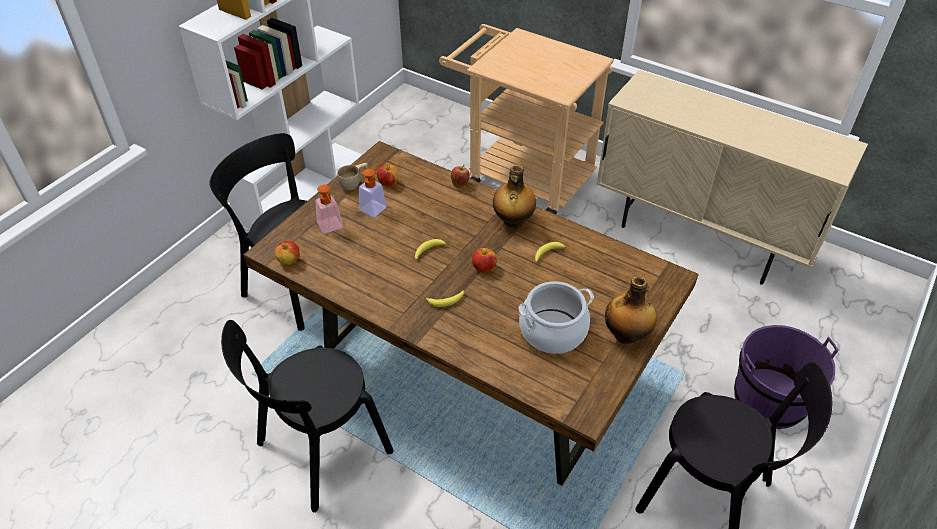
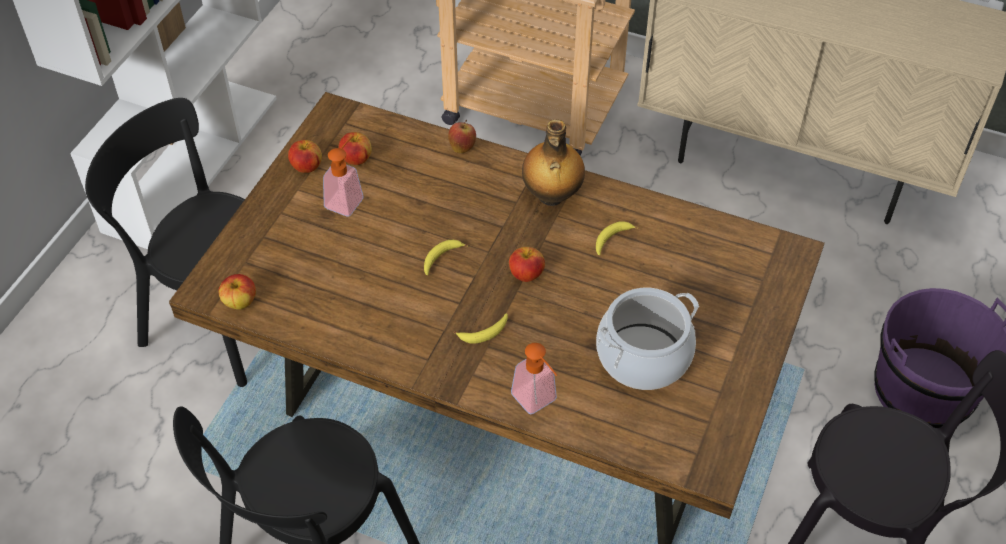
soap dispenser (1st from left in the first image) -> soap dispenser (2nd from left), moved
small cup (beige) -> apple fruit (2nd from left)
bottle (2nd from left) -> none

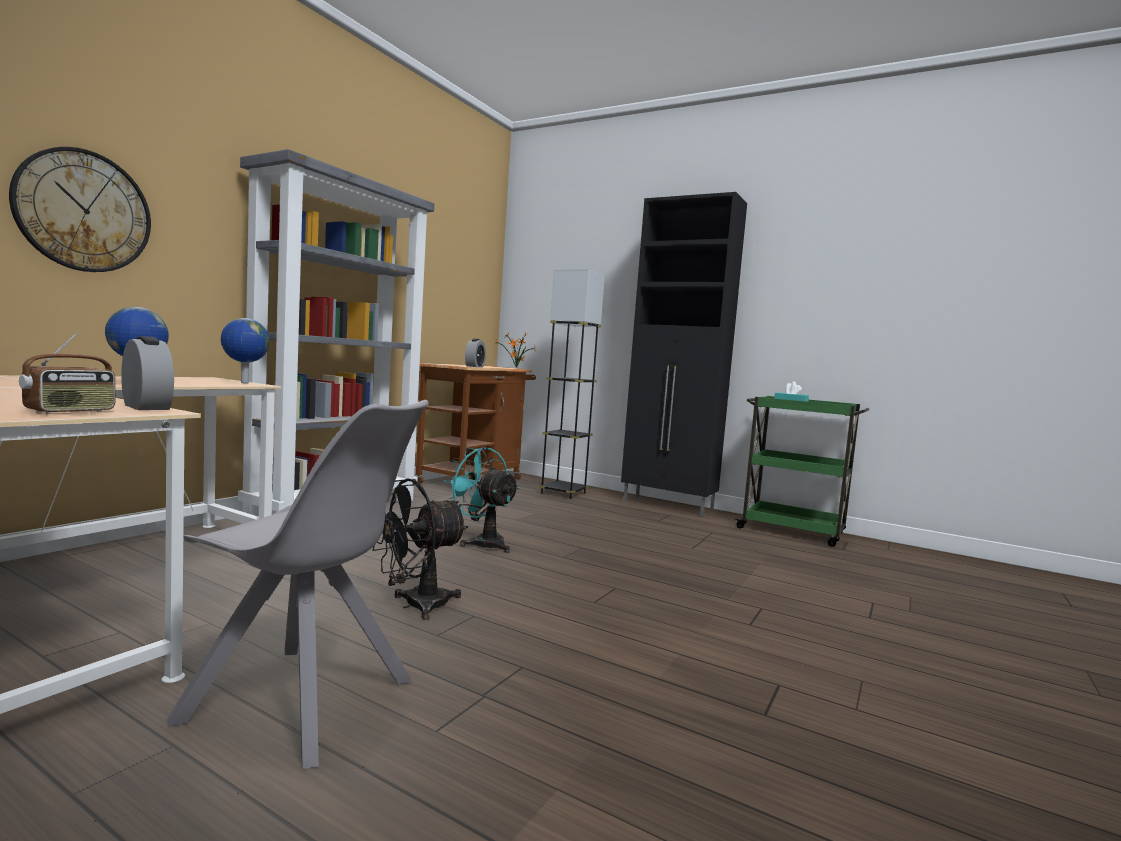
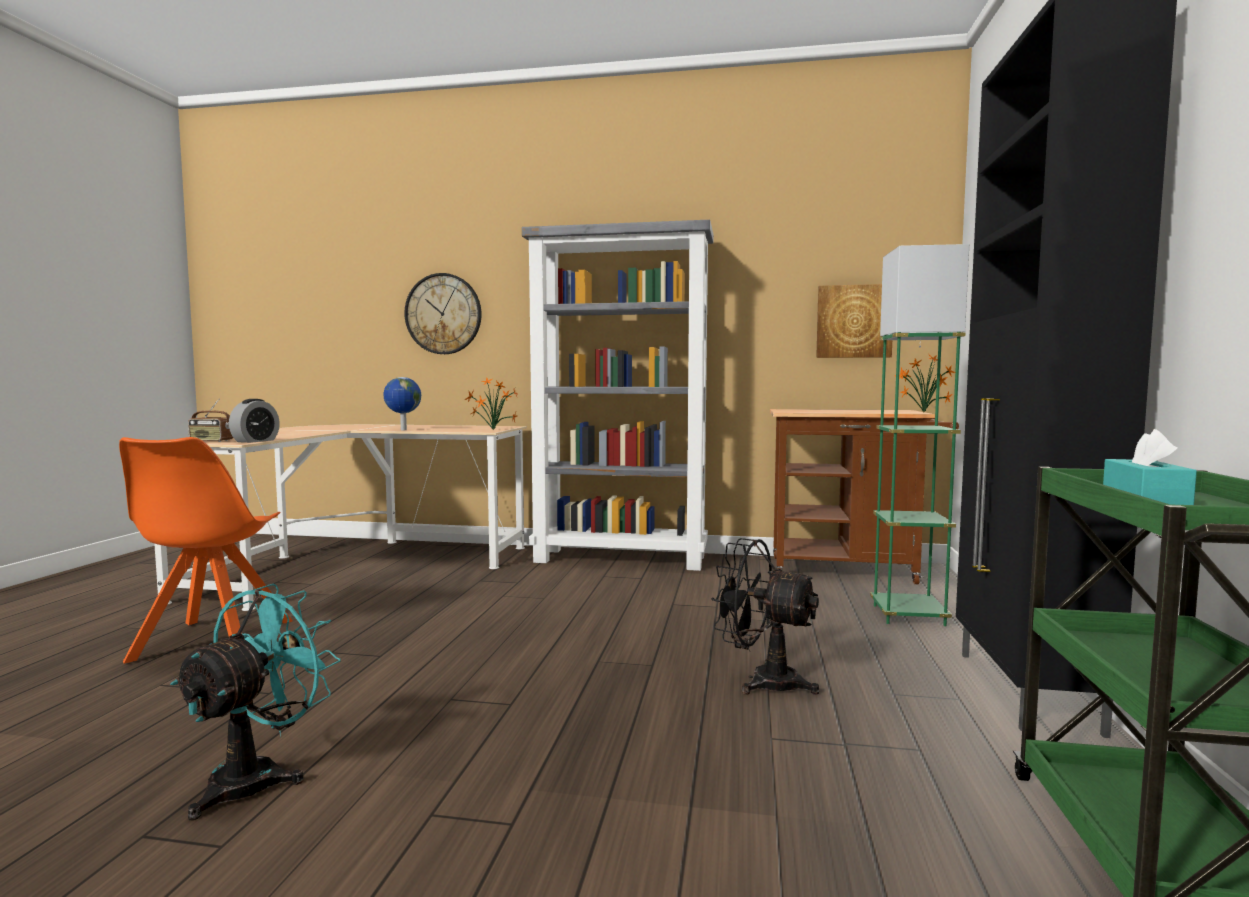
plain chair (grey) -> plain chair (orange-coloured)
globe (2nd from left) -> houseplant (1st from left)
electric fan (black), moved
electric fan (blue-green), moved
bedside clock (2nd from left) -> none
standing lamp (grey) -> standing lamp (green)
none -> wall picture

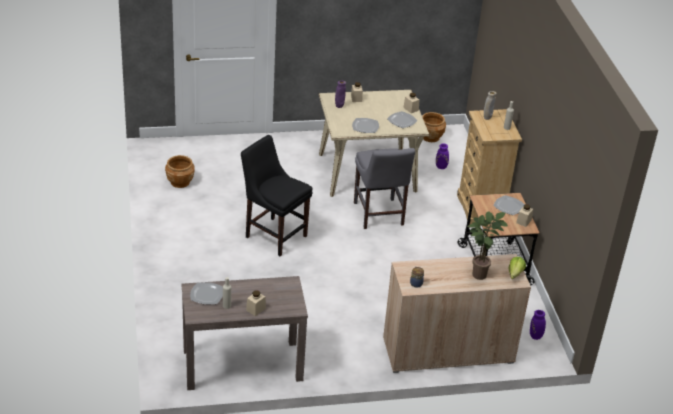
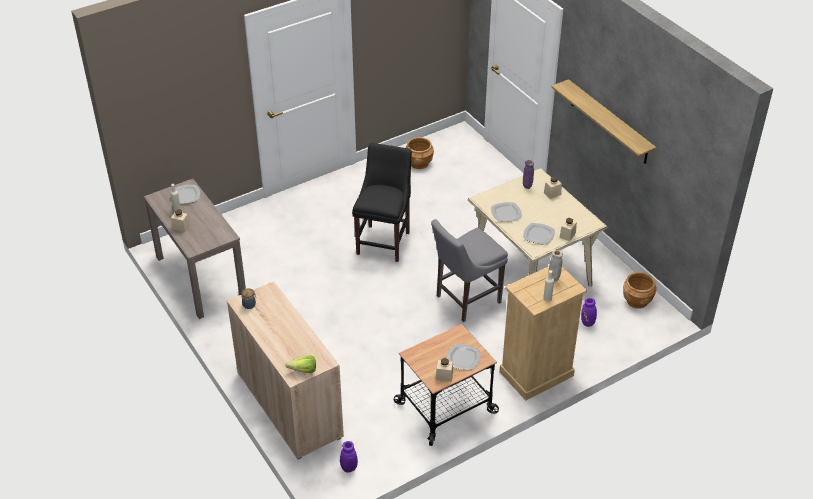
houseplant -> none
none -> shelf

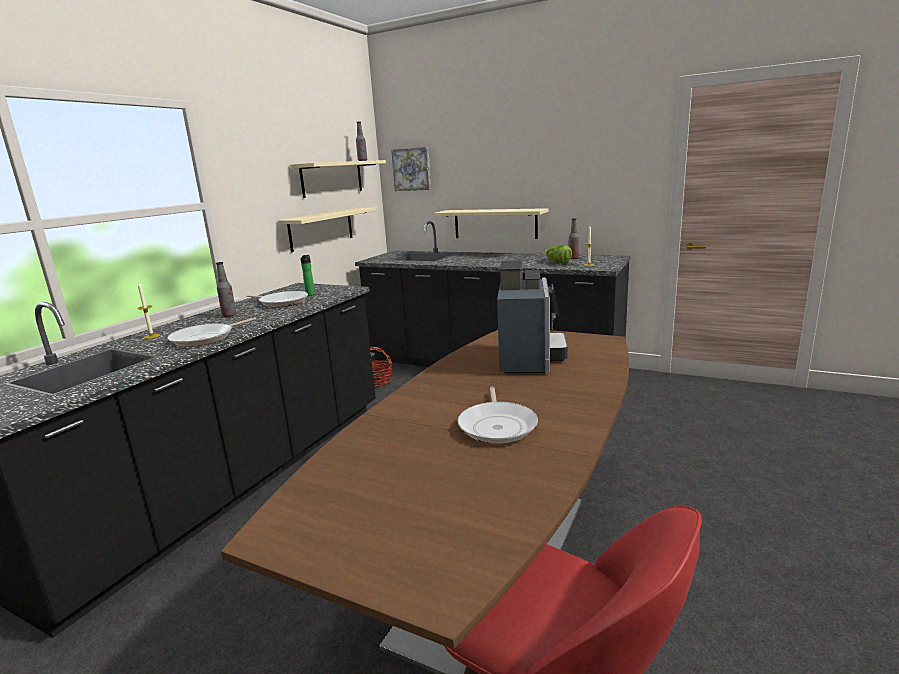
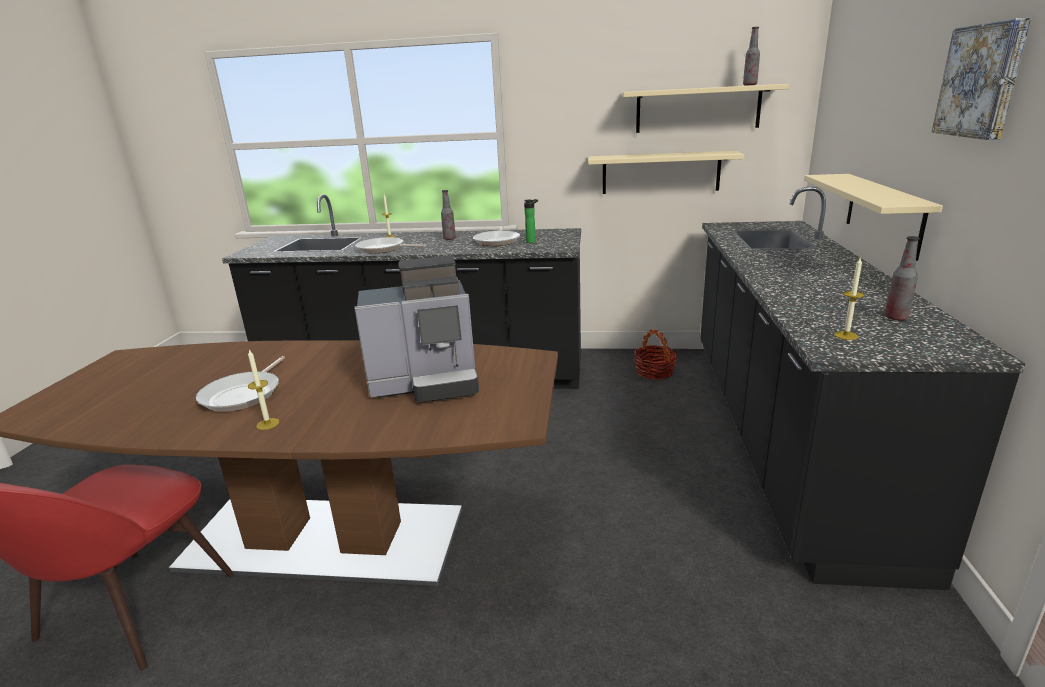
wall picture, moved
pan (3rd from left in the first image) -> pan (1st from left), 60 degrees counterclockwise
lettuce head -> none
none -> candle (1st from left)

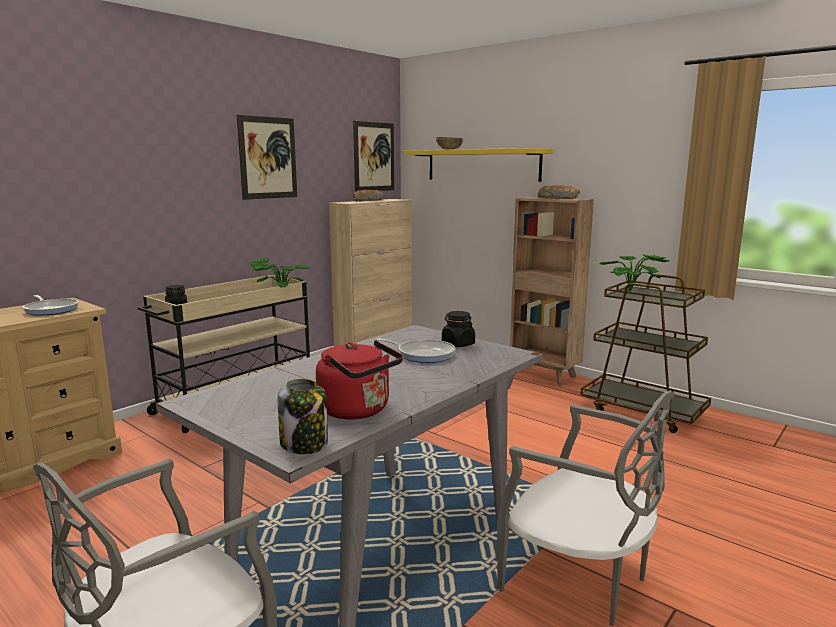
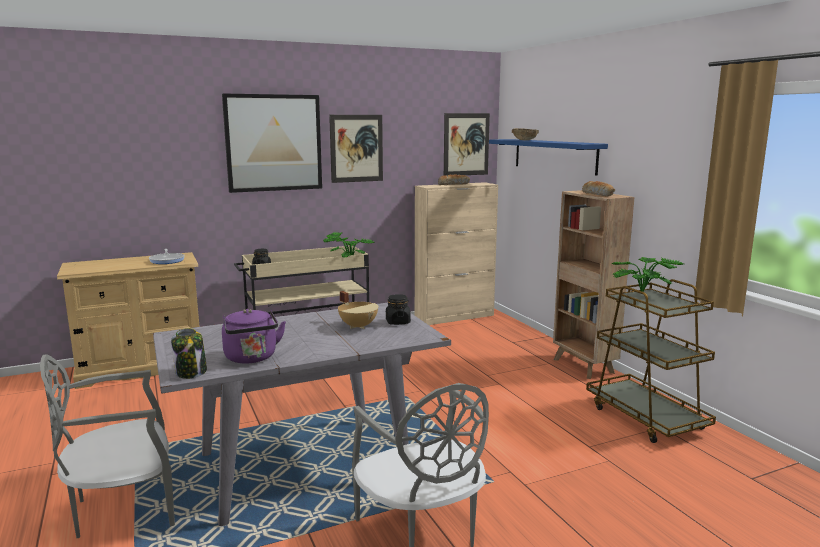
water kettle (red-coloured) -> water kettle (purple-coloured)
pan (2nd from left) -> cooking pot (beige)
shelf (yellow) -> shelf (bluish)
none -> wall picture (1st from left)

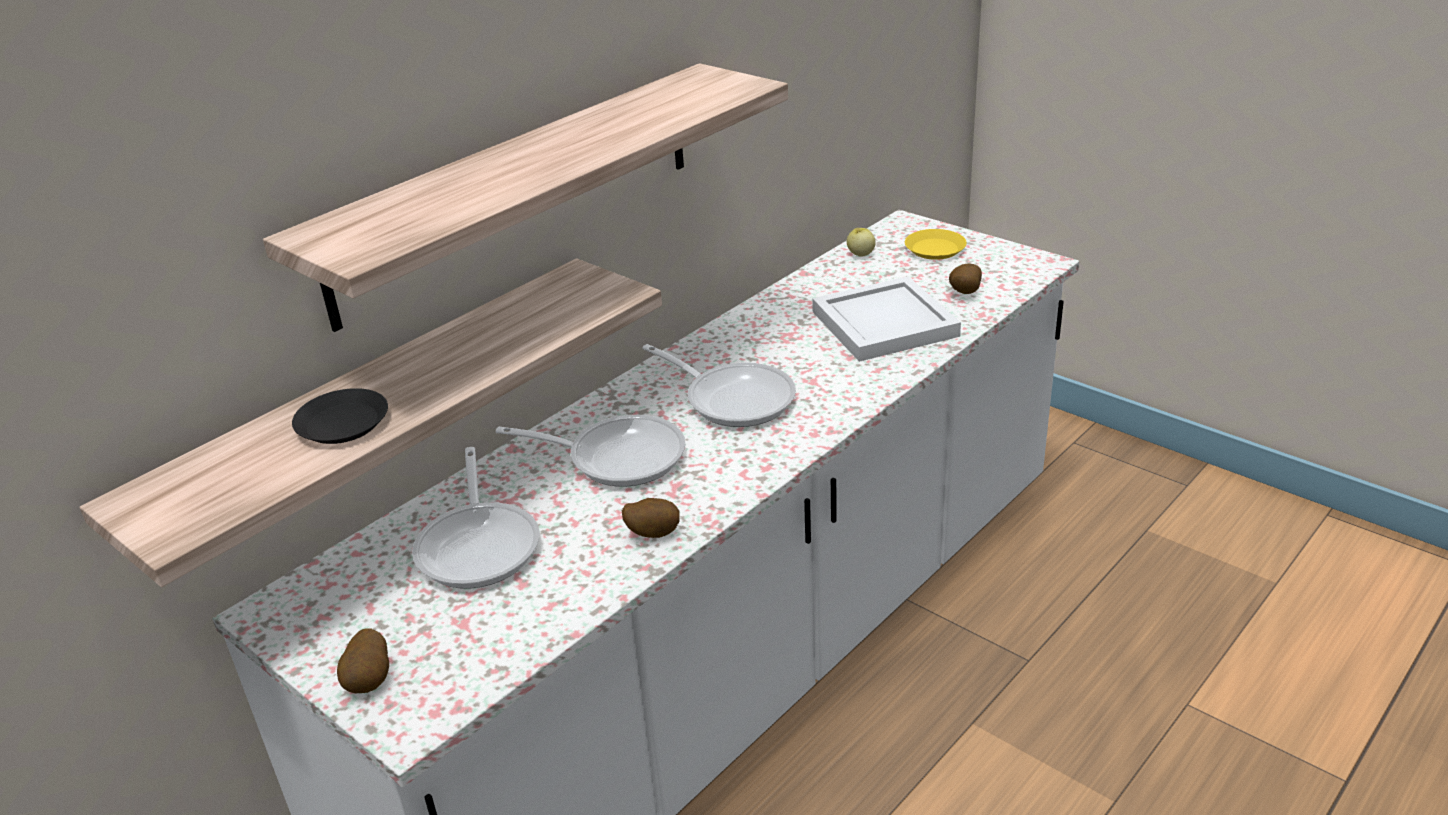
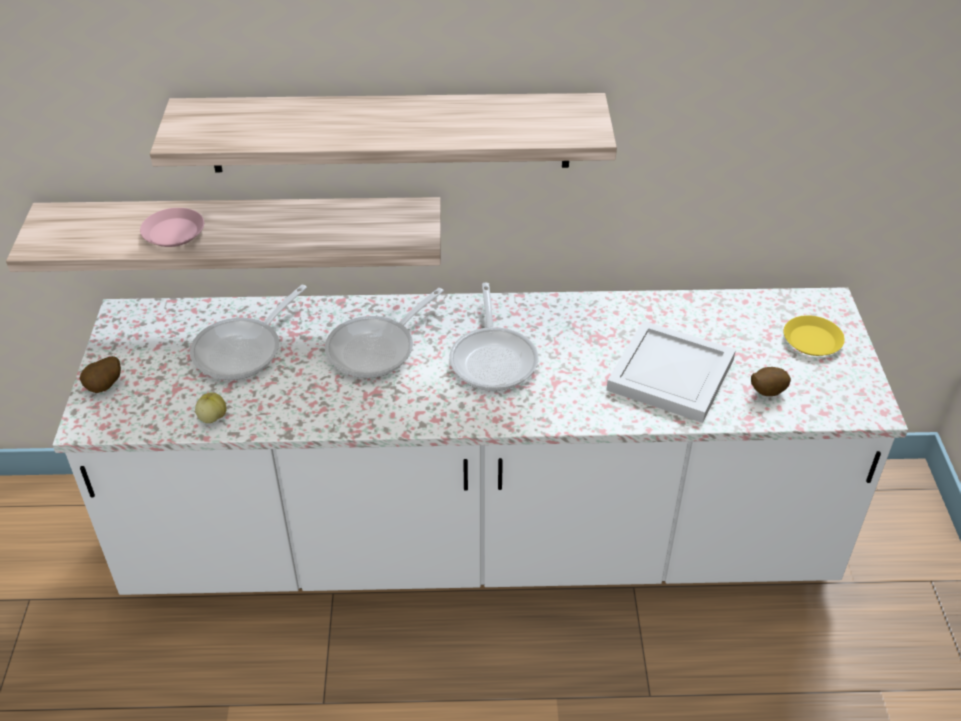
dinner plate (black) -> dinner plate (pinkish)
pan (2nd from left), 75 degrees clockwise
potato (2nd from left) -> none
apple fruit, moved

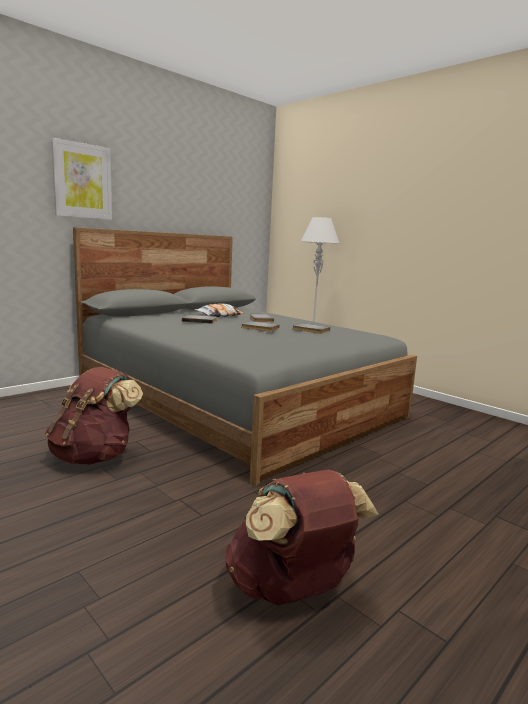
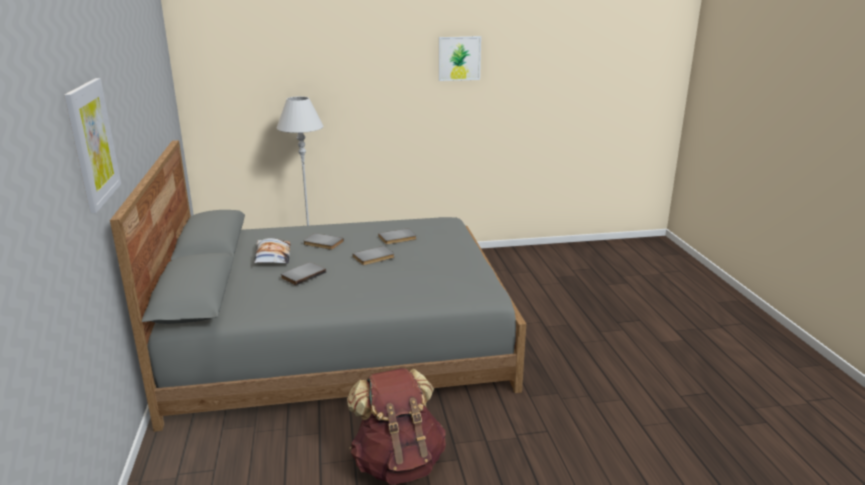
rucksack (brown) (2nd from left) -> none
none -> wall picture (2nd from left)

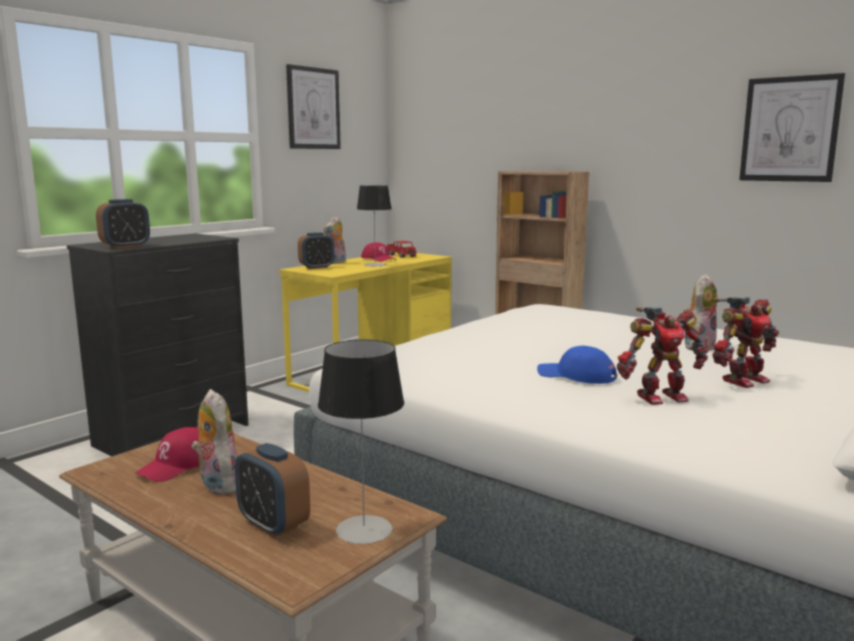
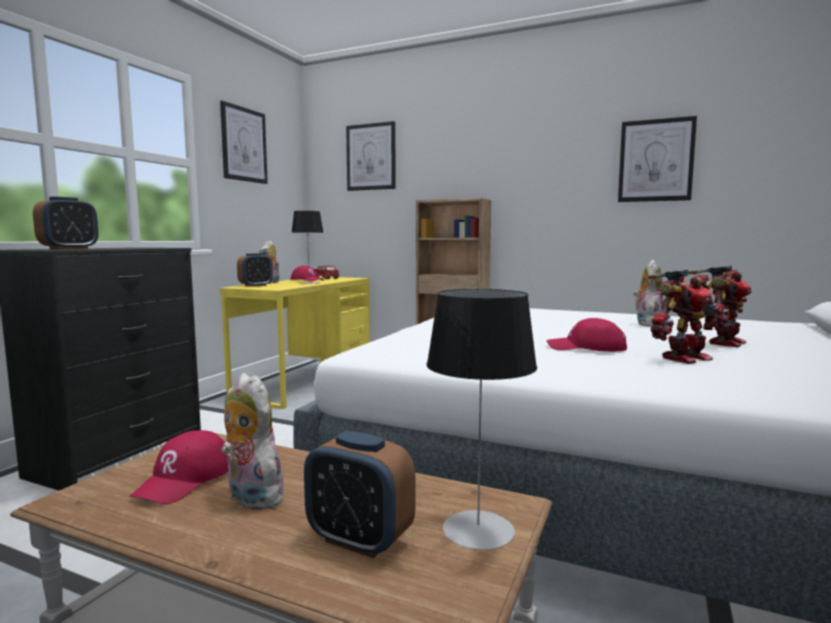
peaked cap (bluish) -> peaked cap (red-coloured) (3rd from left)
none -> wall picture (2nd from left)

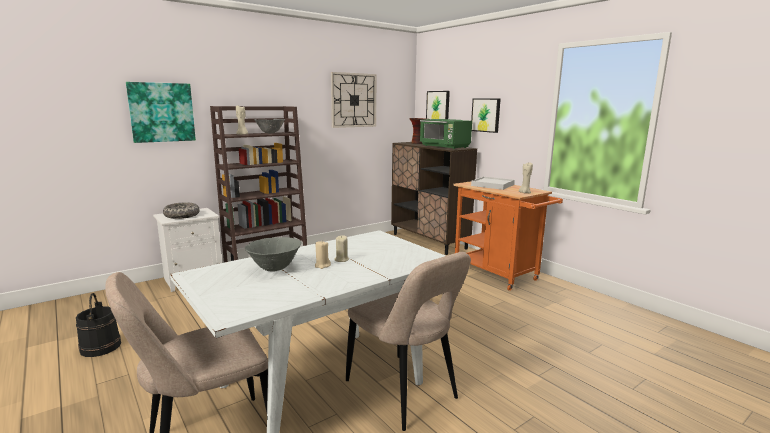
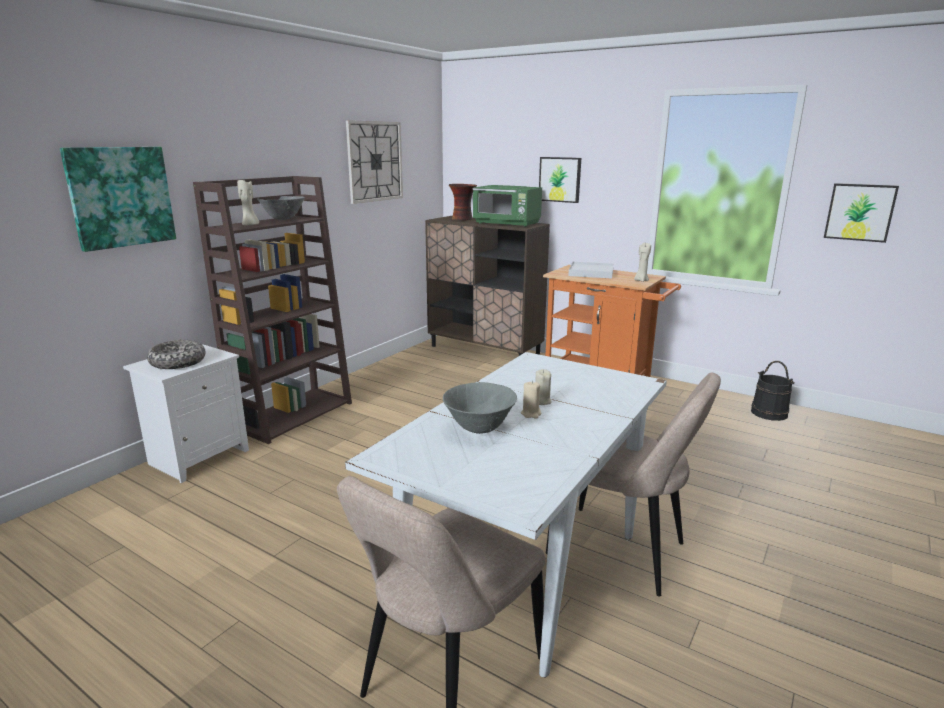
bucket (black), moved
wall picture (2nd from left in the first image) -> wall picture (3rd from left), moved

